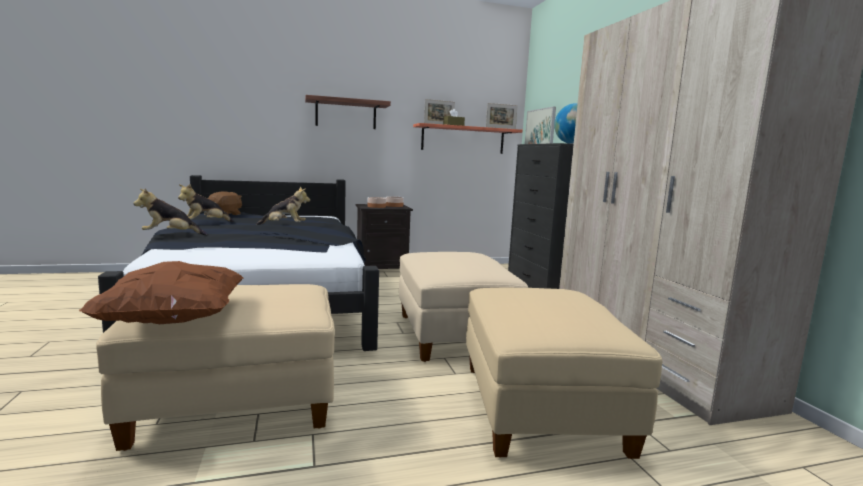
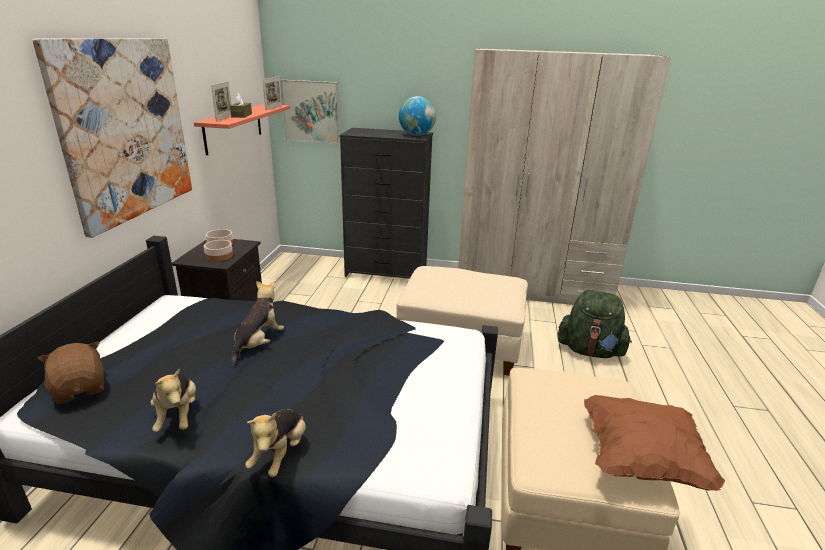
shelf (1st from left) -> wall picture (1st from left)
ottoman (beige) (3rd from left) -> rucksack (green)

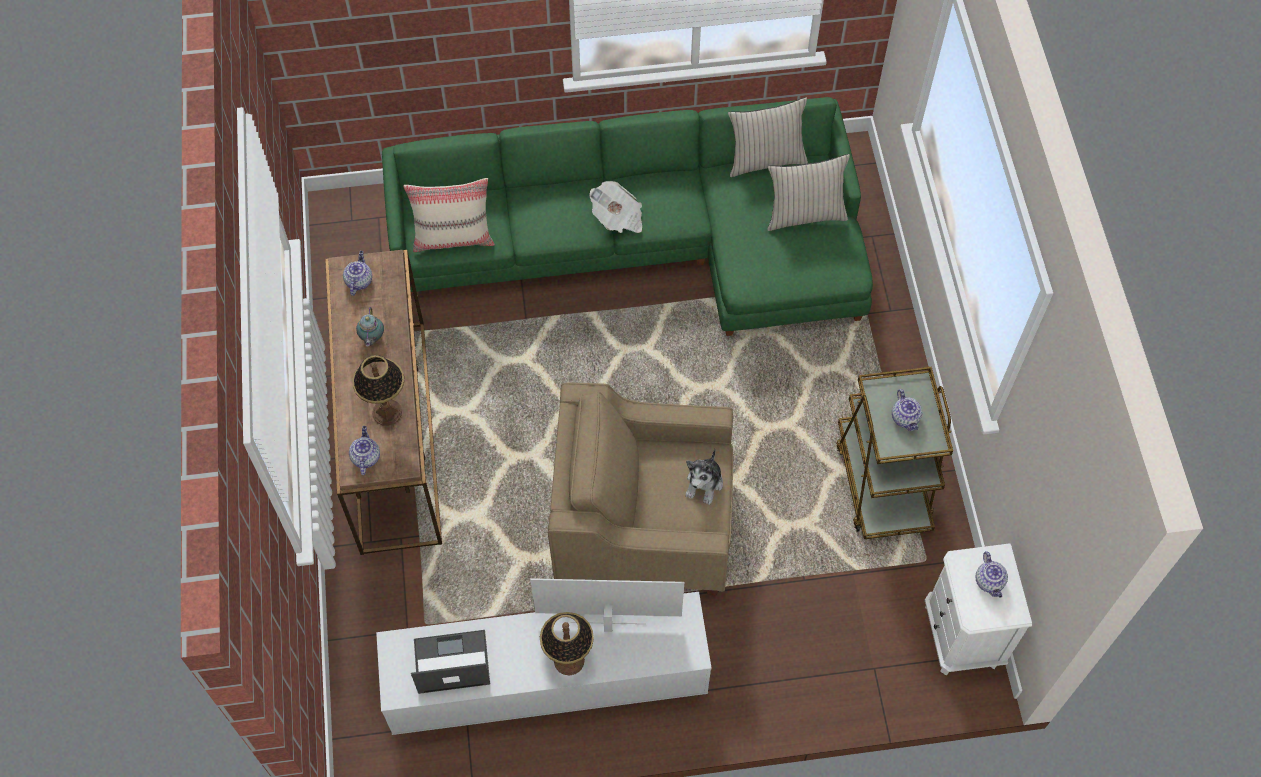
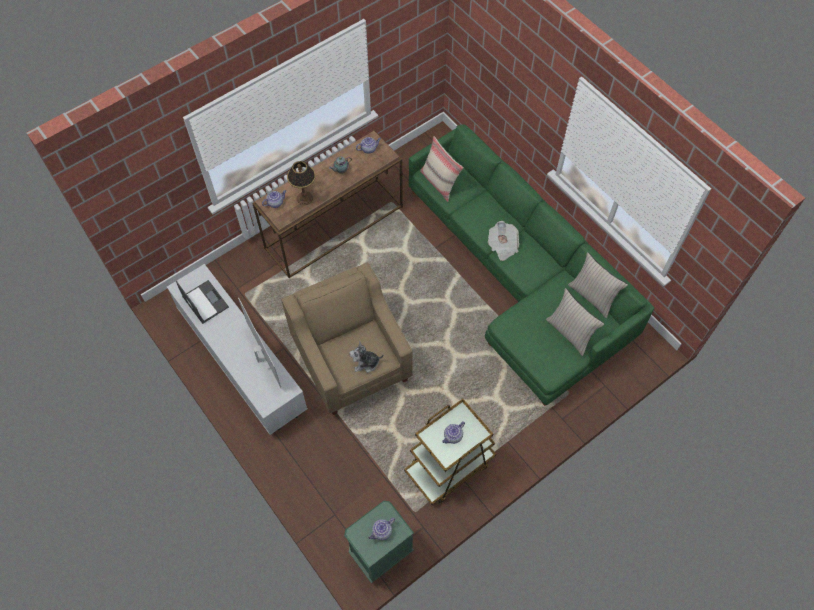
tabletop lamp (2nd from left) -> none
nightstand (white) -> nightstand (green)

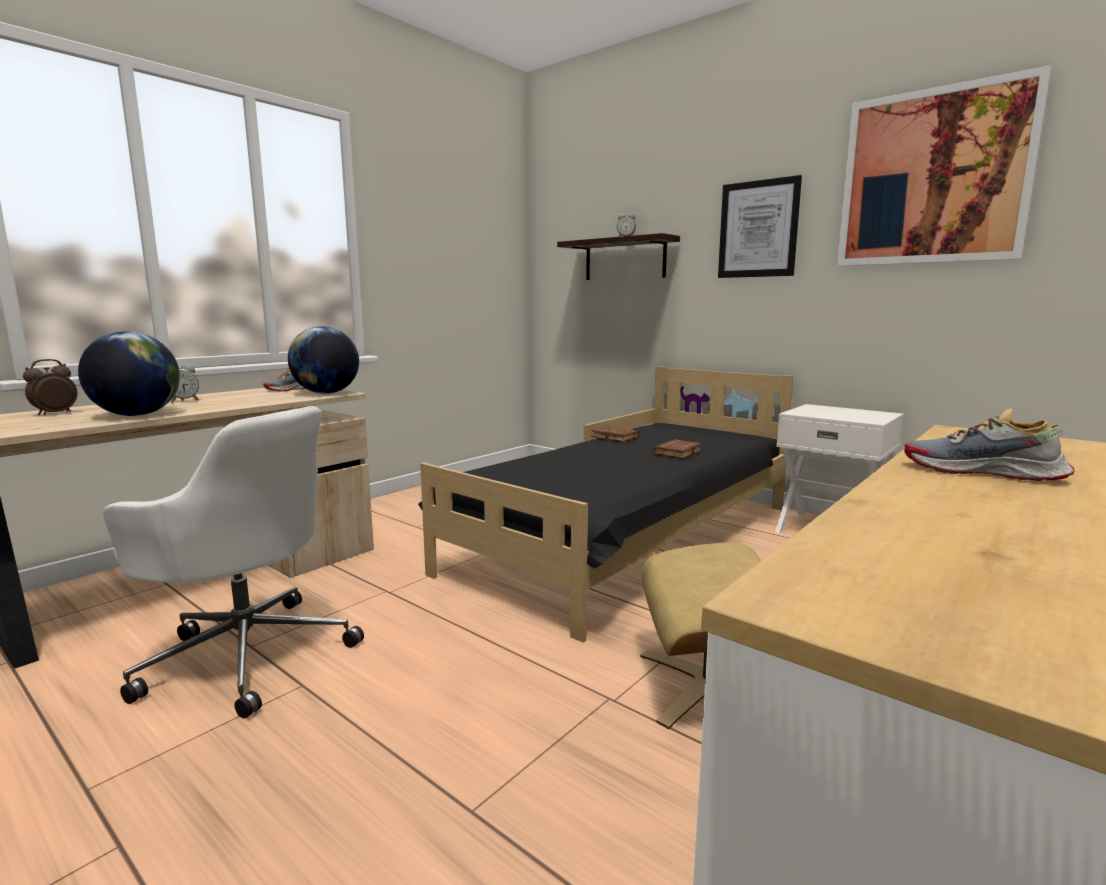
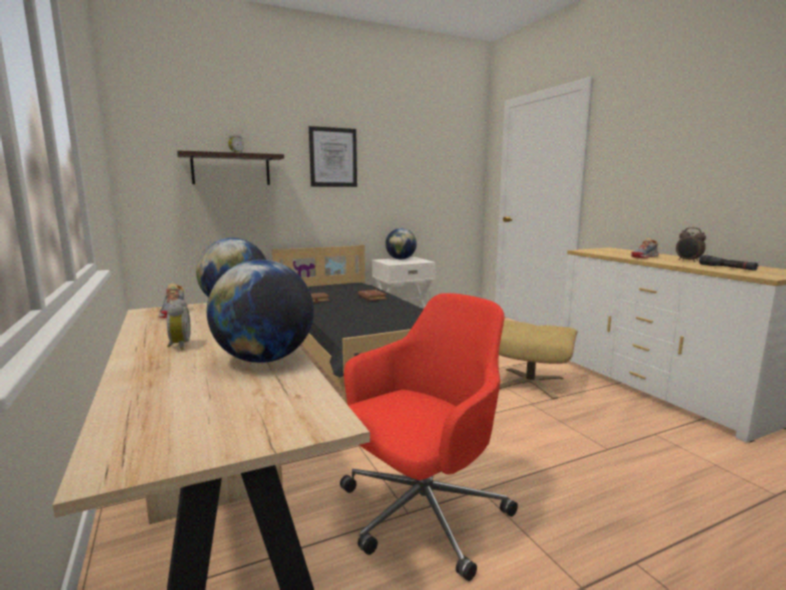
bedside clock (1st from left in the first image) -> bedside clock (3rd from left), moved
computer chair (white) -> computer chair (red-coloured)
wall picture (2nd from left) -> none
none -> globe (3rd from left)
none -> hand torch (black)

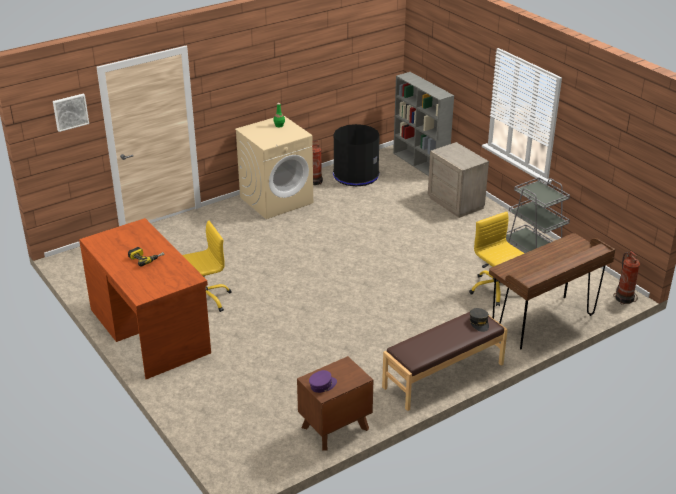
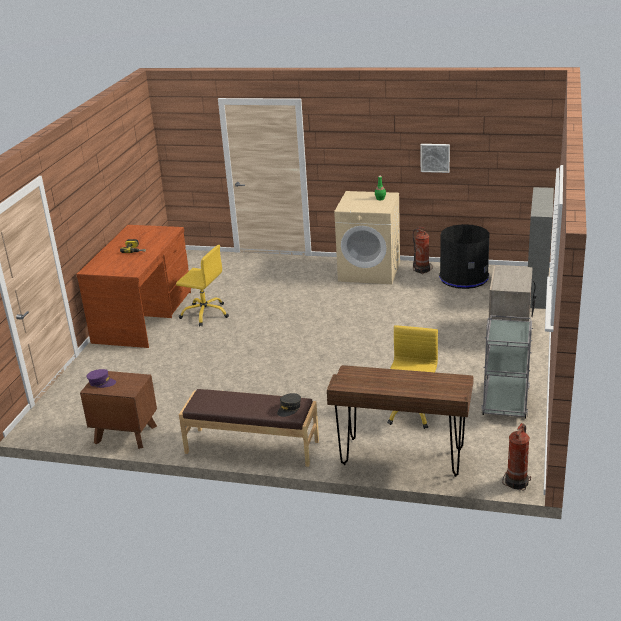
wall picture, moved

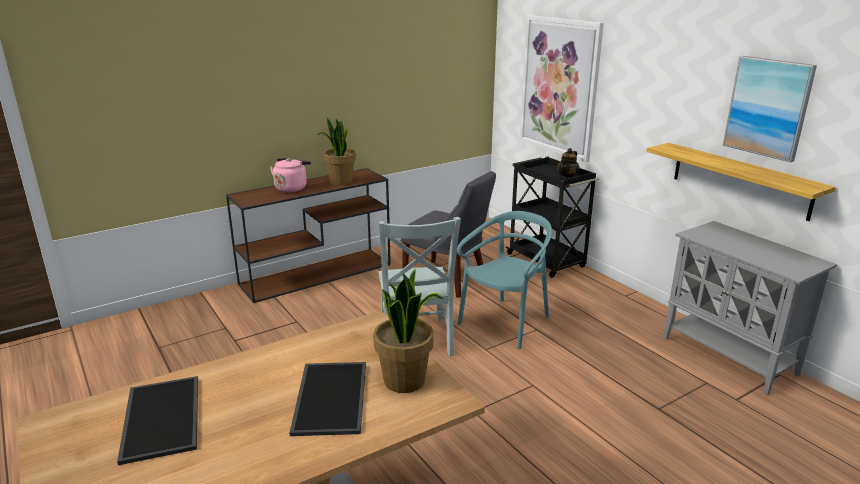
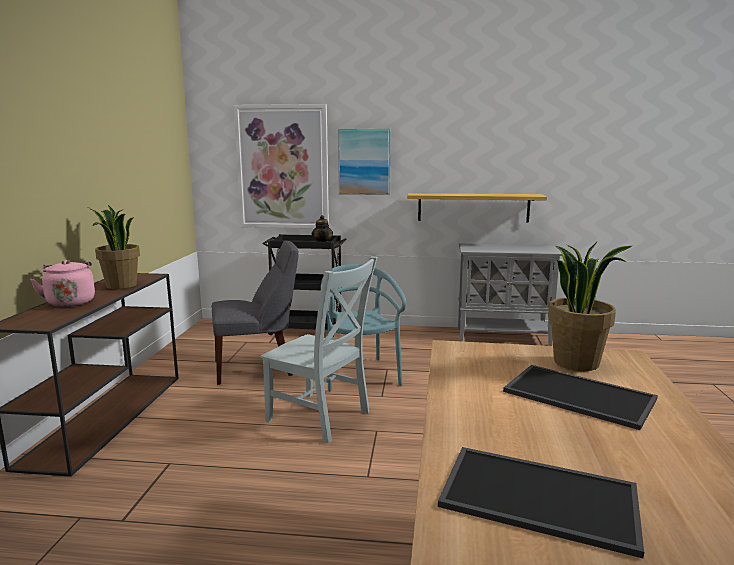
wall picture (2nd from left), moved

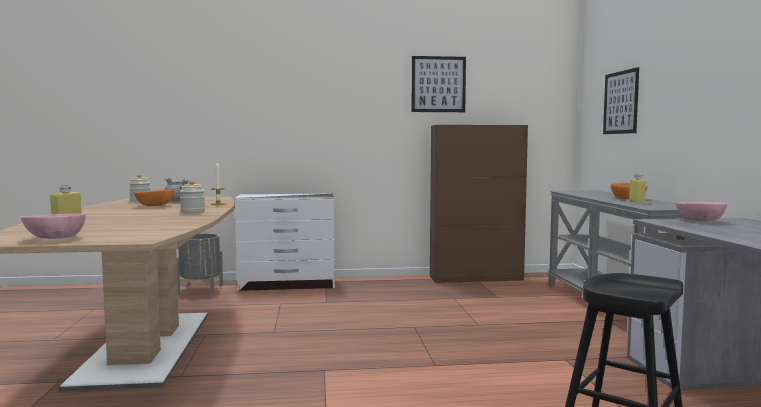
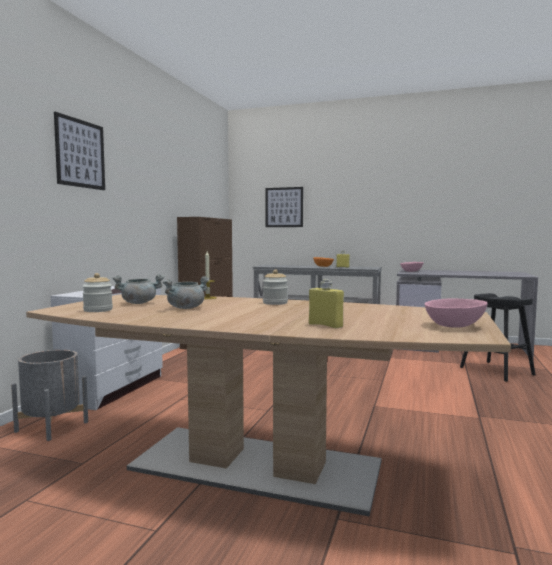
deep dish (orange-coloured) (1st from left) -> cooking pot (grey) (2nd from left)
wall picture (1st from left), moved

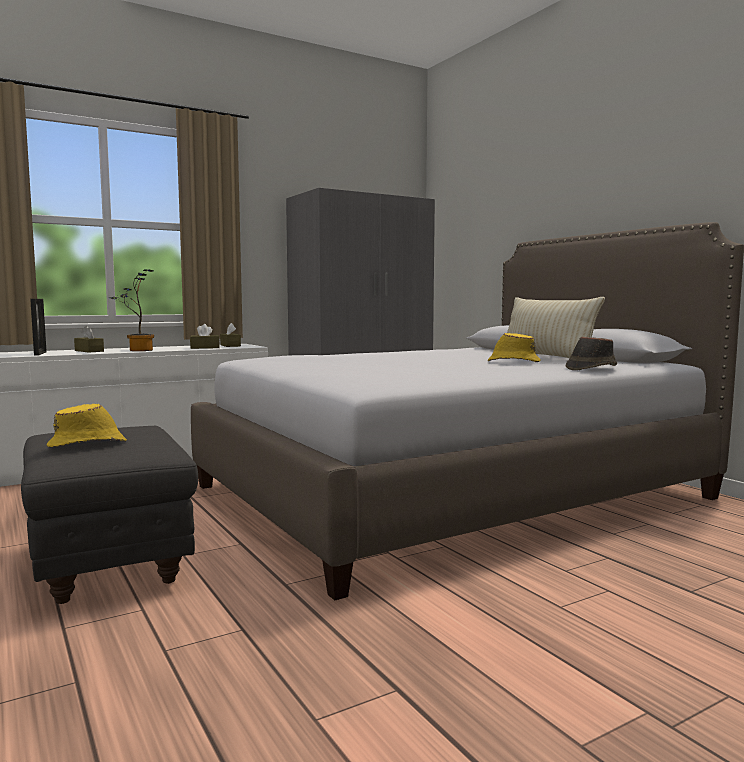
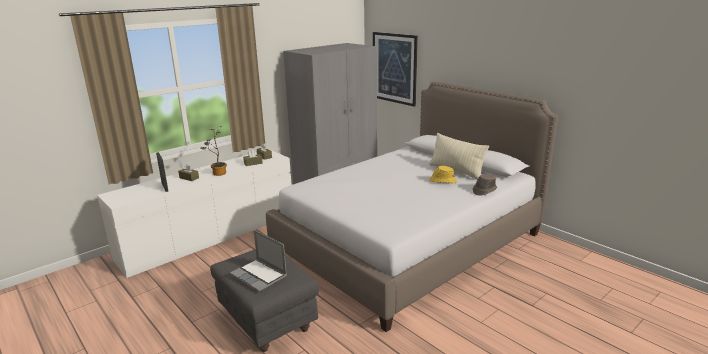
clothing hat (yellow) (1st from left) -> portable computer
none -> wall picture

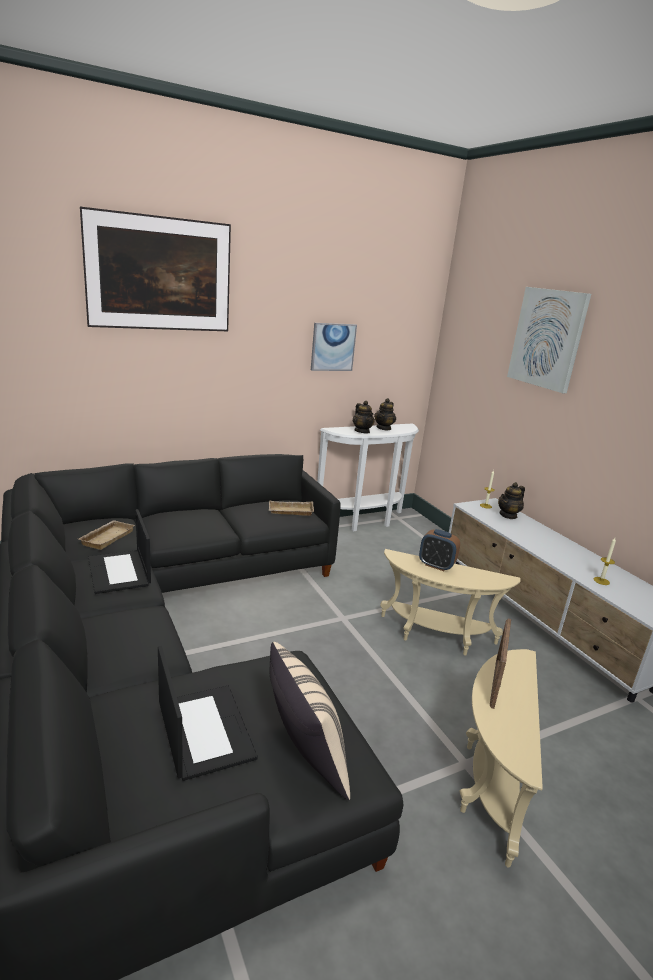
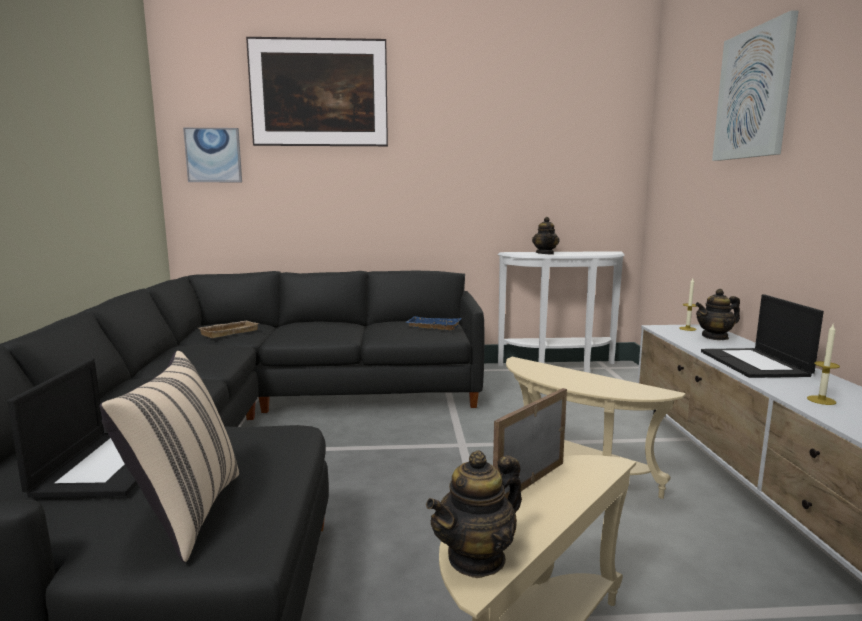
portable computer (1st from left in the first image) -> portable computer (2nd from left), moved
tray (beige) (2nd from left) -> tray (bluish)
wall picture (2nd from left in the first image) -> wall picture (1st from left), moved
teapot (2nd from left in the first image) -> teapot (1st from left), moved
bedside clock -> none

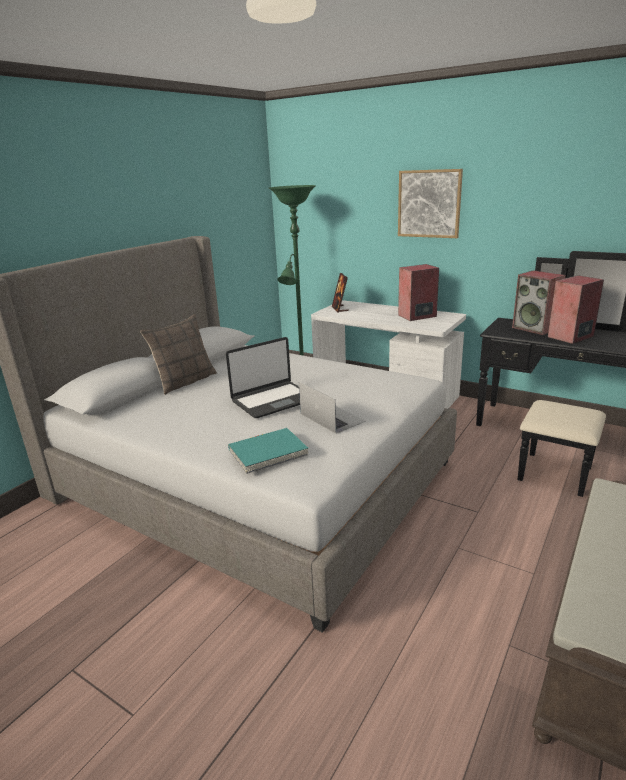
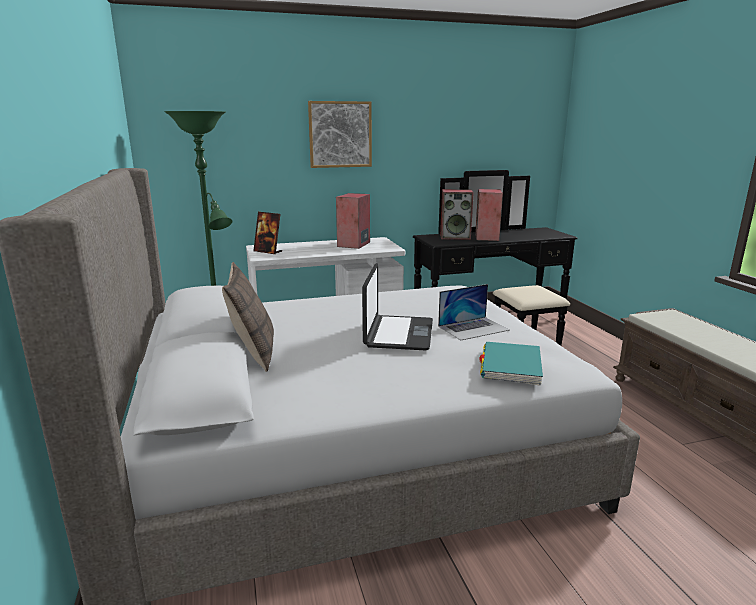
portable computer (2nd from left), 150 degrees clockwise

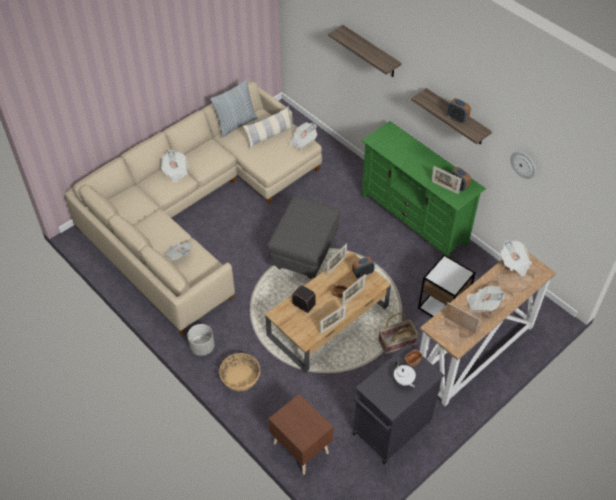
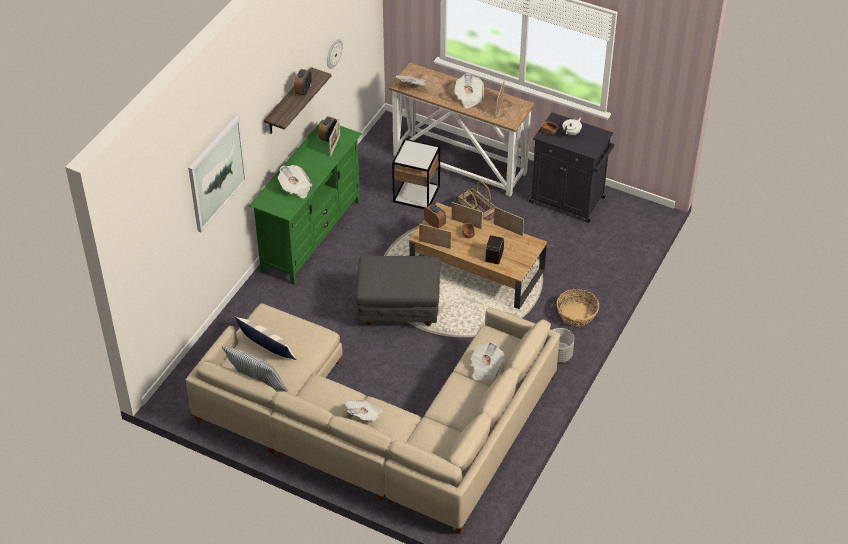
nightstand (brown) -> none
printed paper (3rd from left in the first image) -> printed paper (1st from left), moved
shelf (1st from left) -> wall picture

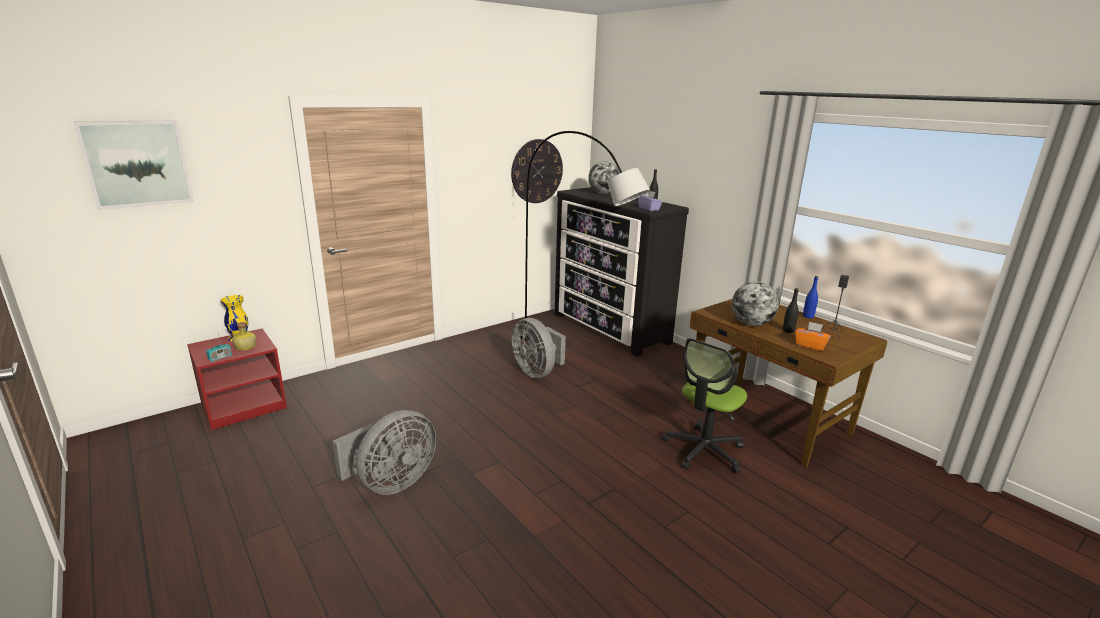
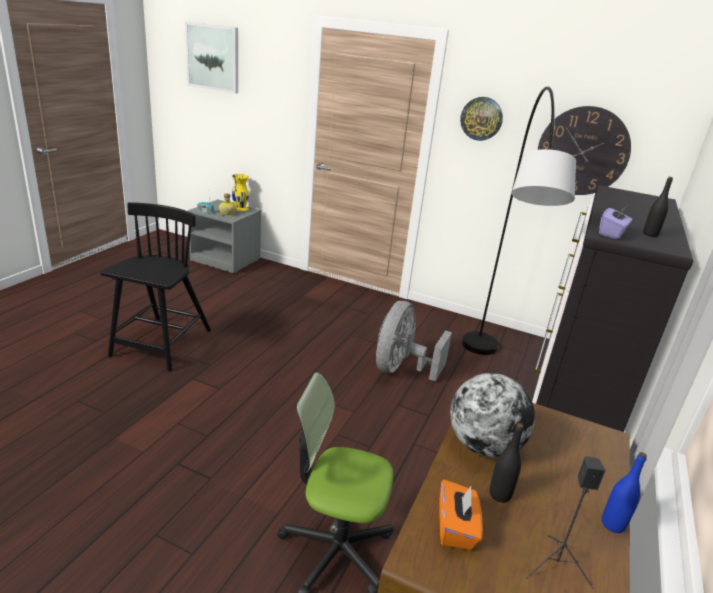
nightstand (red-coloured) -> nightstand (grey)
electric fan (grey) (1st from left) -> plain chair (black)
globe (1st from left) -> none
none -> wall clock (1st from left)

